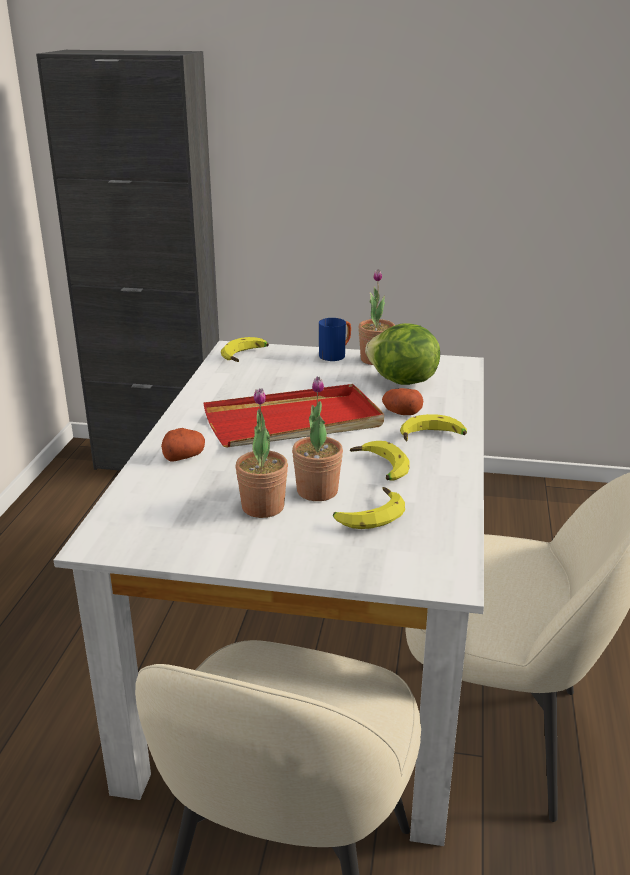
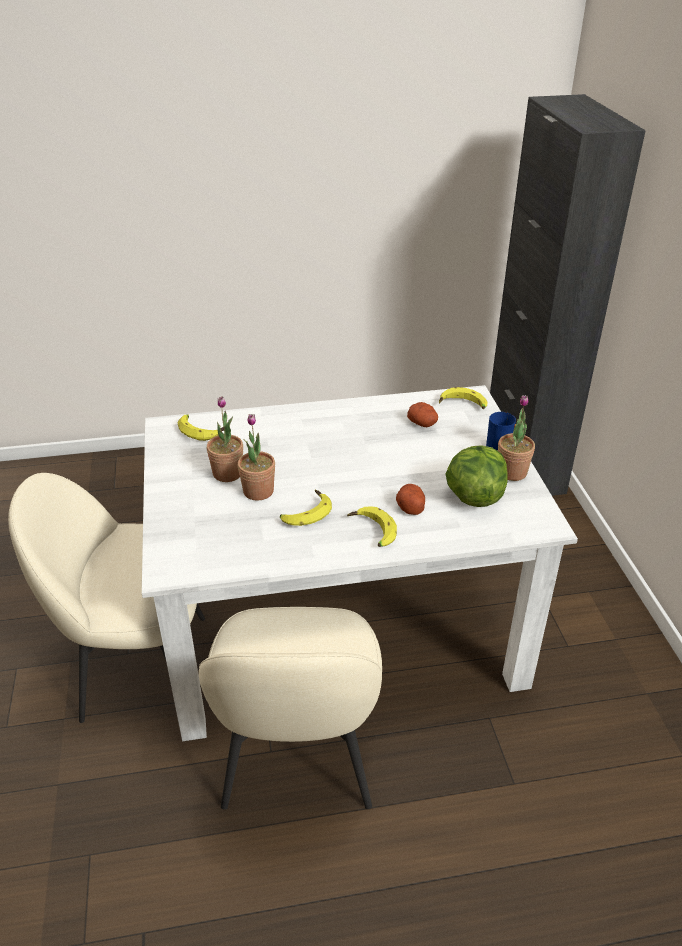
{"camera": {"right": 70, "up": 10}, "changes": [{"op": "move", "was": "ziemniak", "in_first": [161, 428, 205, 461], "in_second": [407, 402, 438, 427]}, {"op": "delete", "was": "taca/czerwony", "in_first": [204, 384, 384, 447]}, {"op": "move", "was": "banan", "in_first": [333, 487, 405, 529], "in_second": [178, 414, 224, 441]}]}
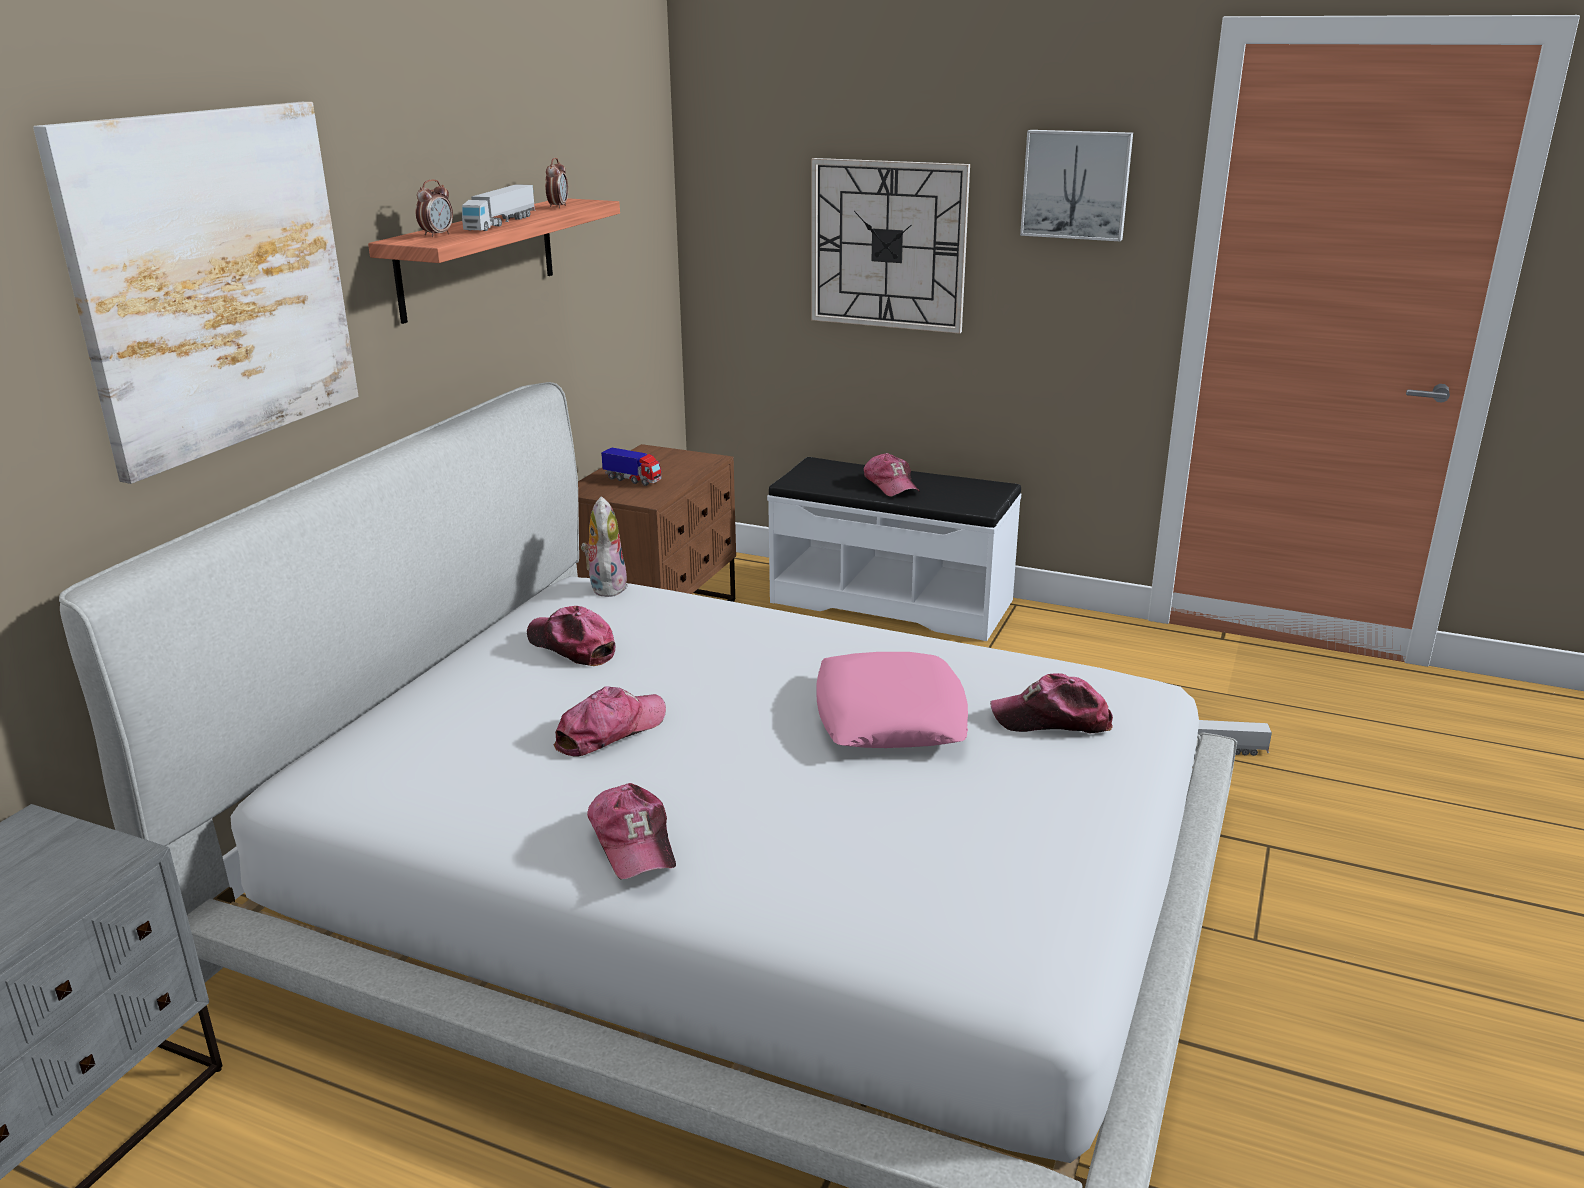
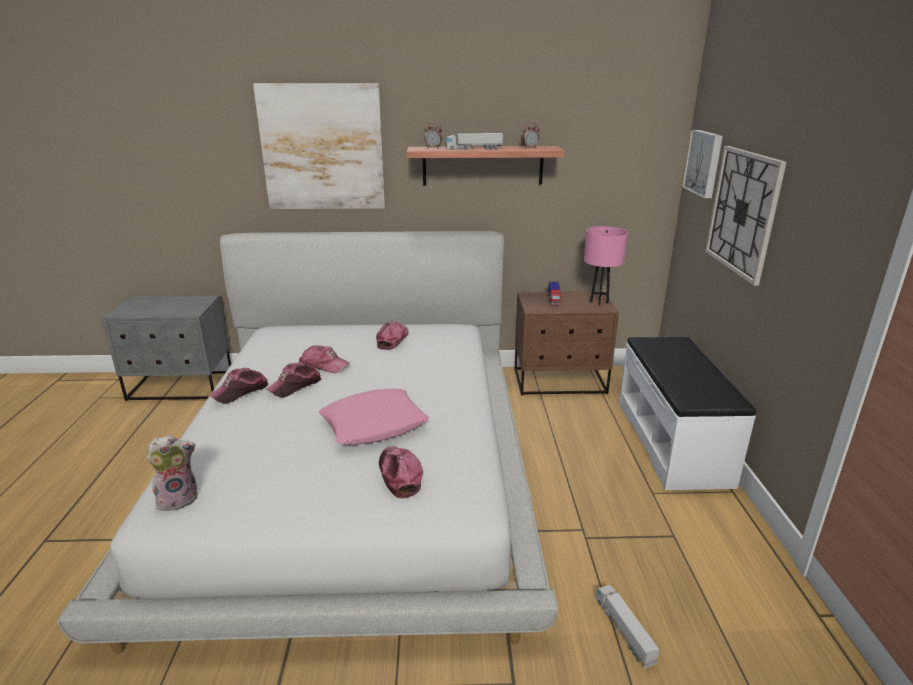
{"camera": {"right": 65, "up": 0}, "changes": [{"op": "move", "was": "pluszak", "in_first": [581, 496, 628, 597], "in_second": [147, 435, 198, 511]}, {"op": "move", "was": "czapka z daszkiem", "in_first": [864, 453, 920, 497], "in_second": [266, 362, 322, 398]}, {"op": "move", "was": "obraz", "in_first": [1020, 130, 1133, 241], "in_second": [682, 130, 723, 199]}, {"op": "insert", "now": "lampa stołowa/różowy", "in_second": [584, 226, 628, 306]}]}
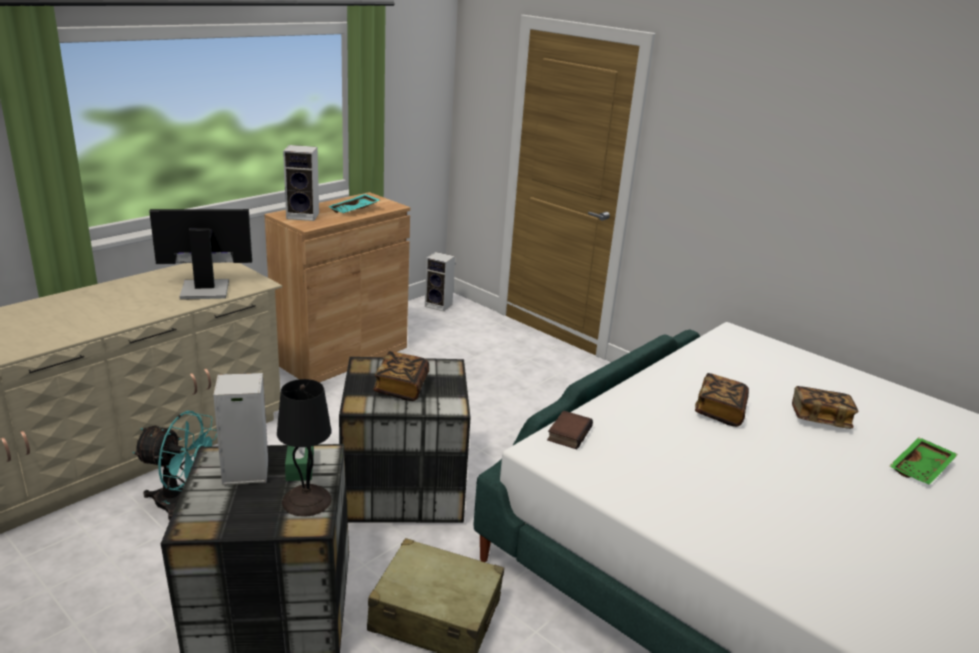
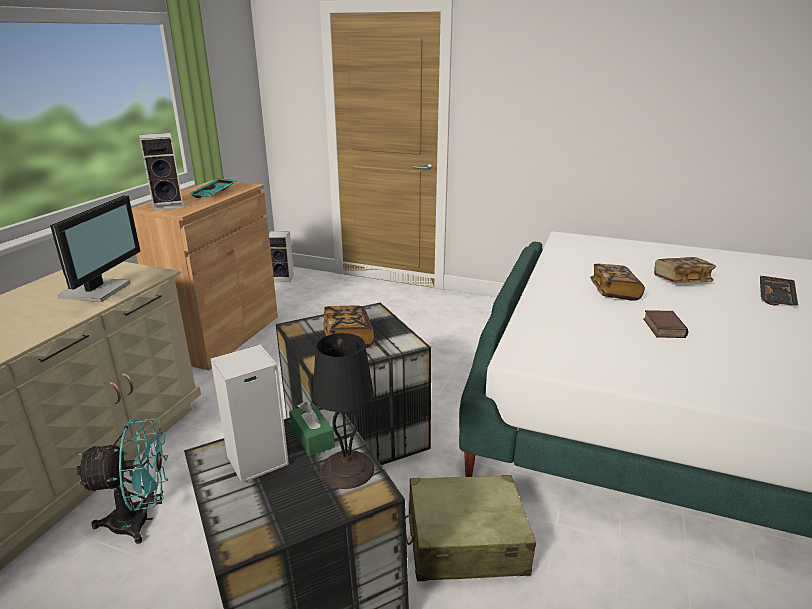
{"camera": {"right": -20, "up": 0}, "changes": [{"op": "rotate", "was": "monitor", "in_first": [149, 209, 252, 300], "in_second": [50, 196, 141, 302], "clockwise": 135}, {"op": "move", "was": "książka", "in_first": [547, 411, 593, 449], "in_second": [643, 310, 688, 338]}, {"op": "recolor", "was": "taca/zielony", "now": "taca/czarny", "in_first": [889, 437, 958, 485], "in_second": [760, 276, 798, 306]}]}
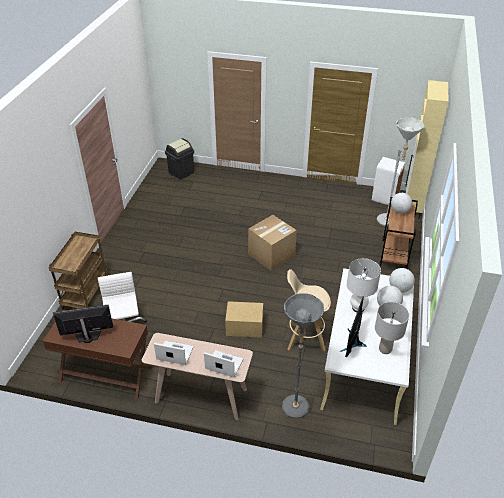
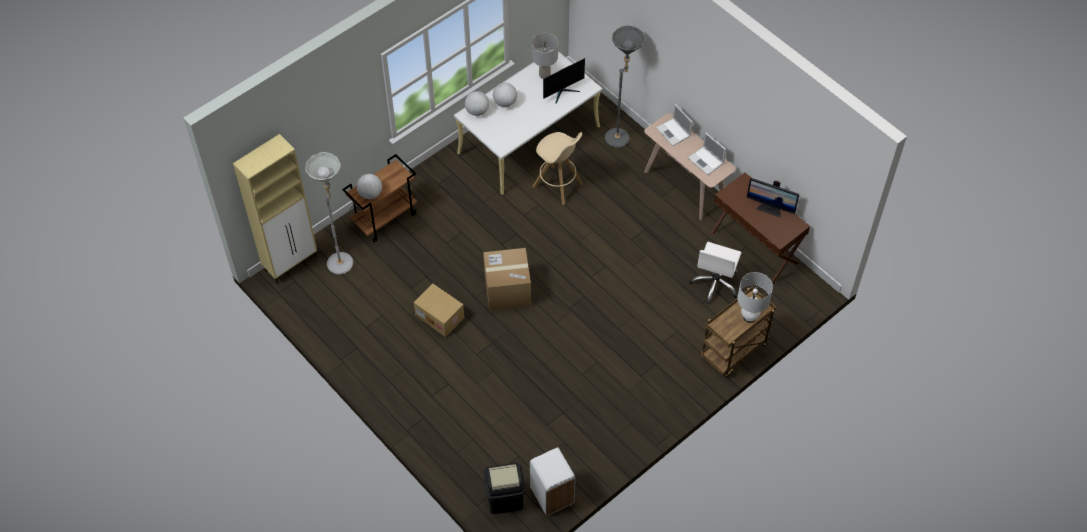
{"camera": {"right": -145, "up": 15}, "changes": [{"op": "move", "was": "karton", "in_first": [225, 301, 263, 338], "in_second": [414, 284, 464, 337]}, {"op": "move", "was": "lampa stołowa/biały", "in_first": [347, 258, 381, 312], "in_second": [737, 272, 773, 323]}, {"op": "move", "was": "kosz na śmieci/biały", "in_first": [372, 157, 406, 205], "in_second": [530, 447, 575, 516]}]}
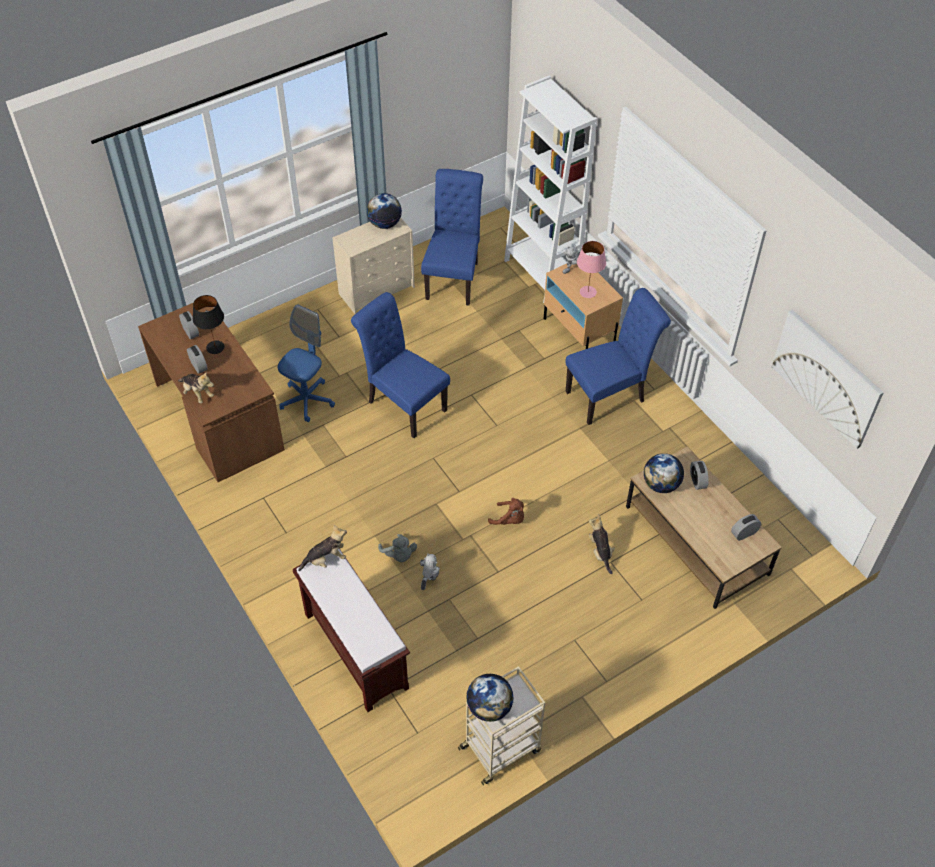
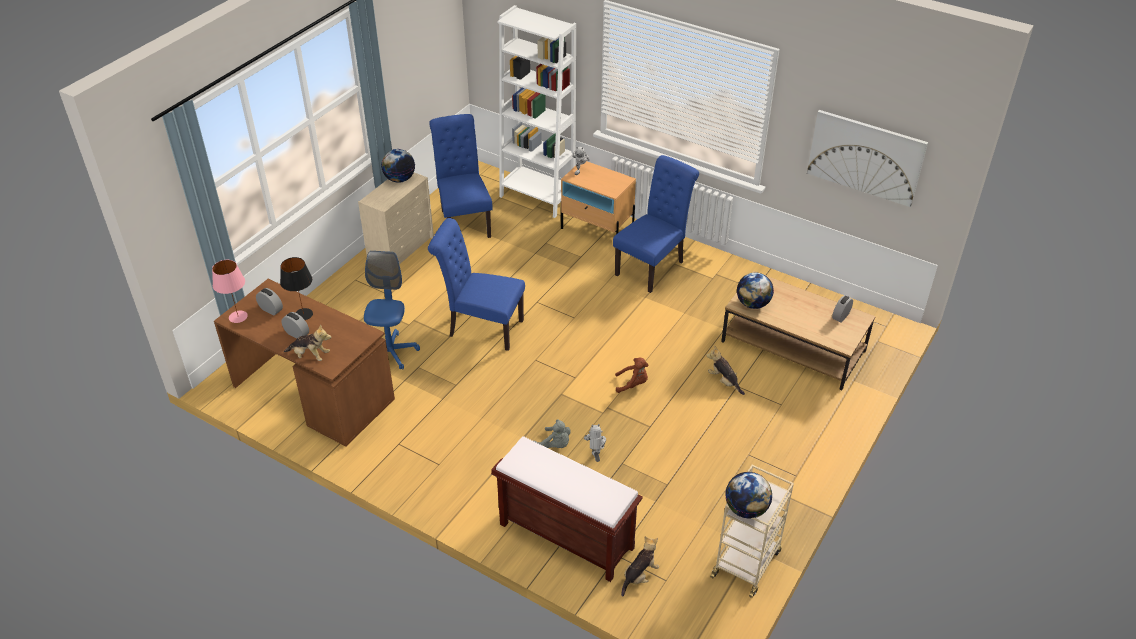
{"camera": {"right": -25, "up": -10}, "changes": [{"op": "move", "was": "pluszak", "in_first": [298, 525, 347, 571], "in_second": [621, 537, 659, 597]}, {"op": "move", "was": "lampa stołowa/różowy", "in_first": [577, 241, 606, 298], "in_second": [212, 260, 248, 323]}, {"op": "delete", "was": "budzik", "in_first": [690, 461, 709, 490]}]}
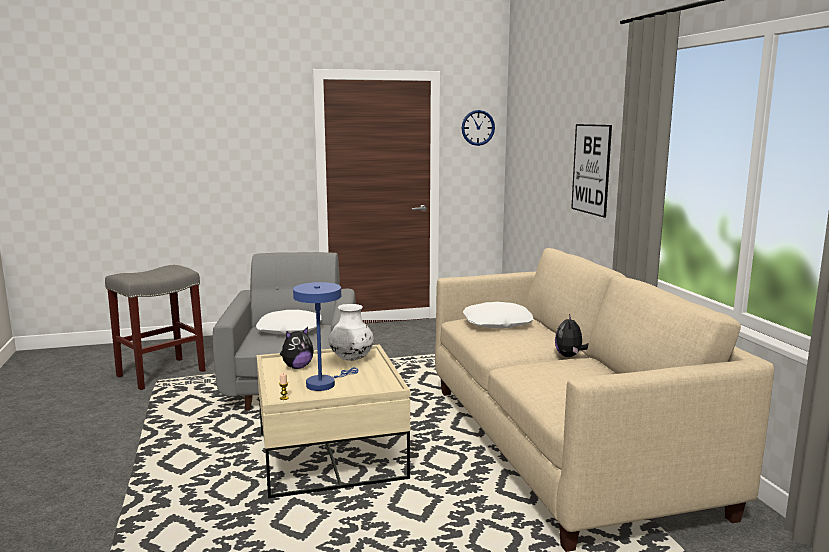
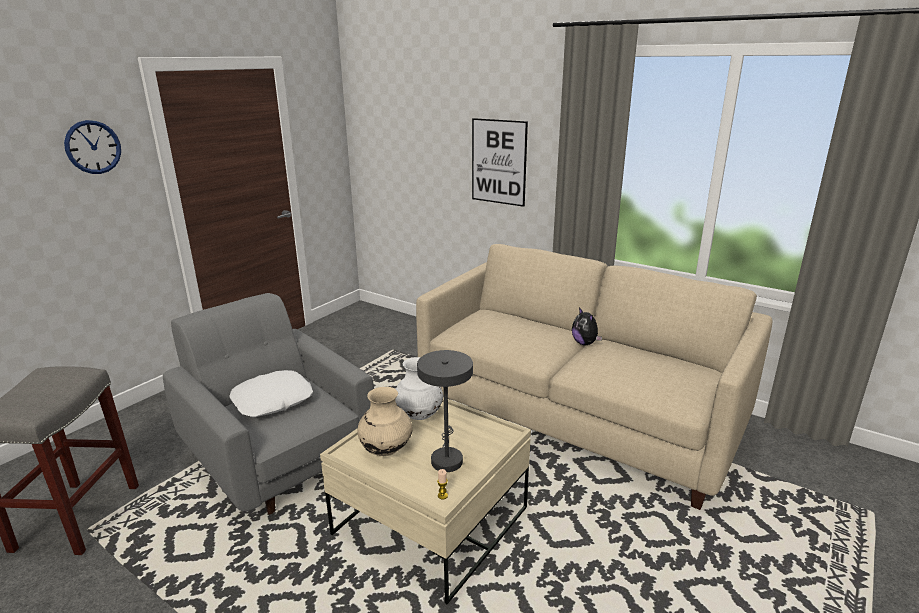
{"camera": {"right": -40, "up": 10}, "changes": [{"op": "replace", "was": "pluszak", "now": "wazon/beżowy", "in_first": [280, 327, 314, 369], "in_second": [357, 387, 413, 456]}, {"op": "recolor", "was": "lampa stołowa/niebieski", "now": "lampa stołowa/szary", "in_first": [293, 282, 359, 391], "in_second": [417, 350, 473, 472]}, {"op": "move", "was": "zegar ścienny", "in_first": [462, 110, 495, 146], "in_second": [64, 120, 121, 174]}, {"op": "delete", "was": "poduszka/biały", "in_first": [463, 302, 533, 328]}]}
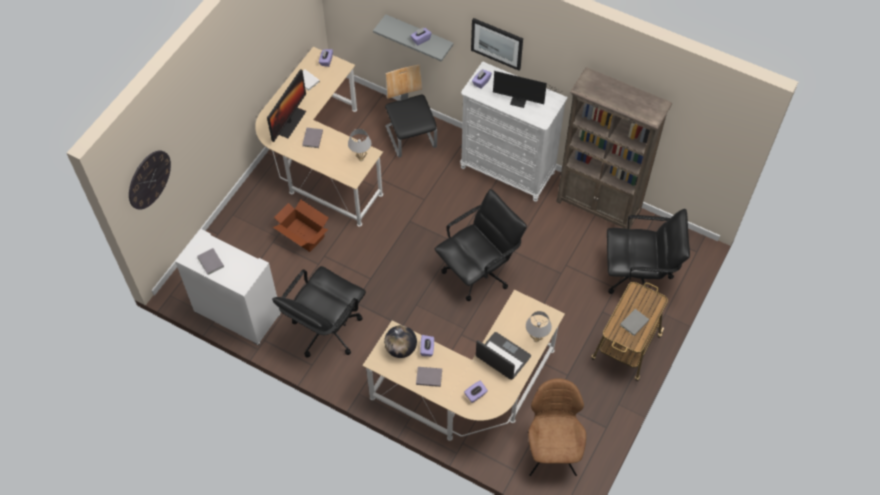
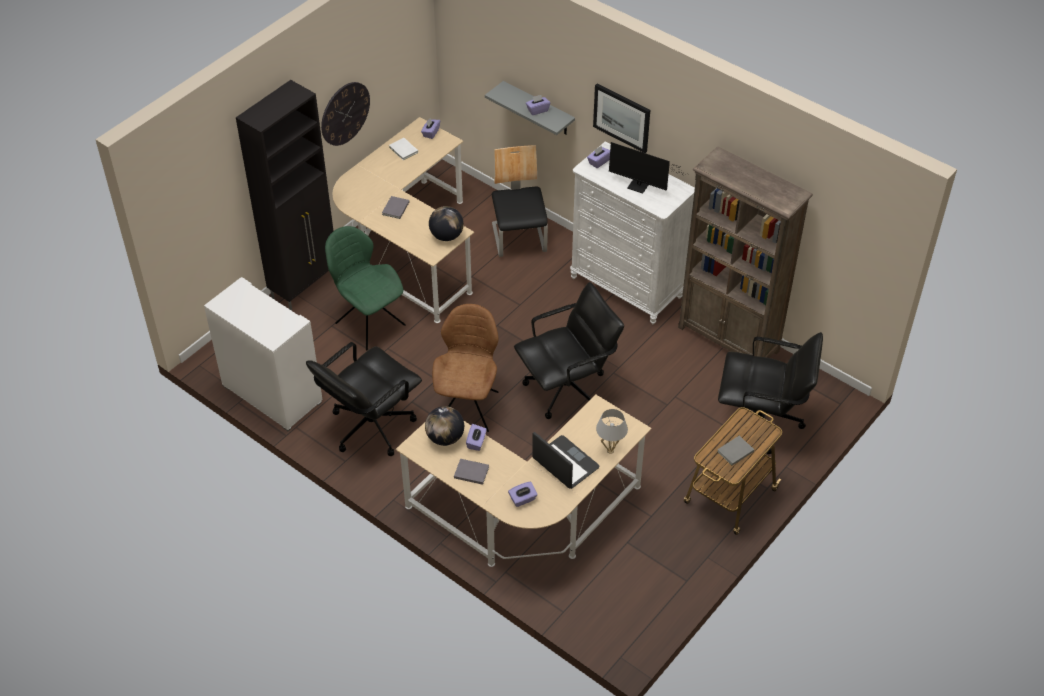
{"camera": {"right": 10, "up": -10}, "changes": [{"op": "move", "was": "zegar ścienny", "in_first": [129, 150, 171, 210], "in_second": [321, 82, 370, 146]}, {"op": "delete", "was": "książka/szary", "in_first": [197, 248, 224, 275]}, {"op": "delete", "was": "monitor", "in_first": [267, 69, 306, 142]}, {"op": "replace", "was": "karton", "now": "krzesło/zielony", "in_first": [273, 200, 329, 252], "in_second": [325, 226, 406, 350]}, {"op": "replace", "was": "lampa stołowa/biały", "now": "globus", "in_first": [348, 129, 371, 161], "in_second": [429, 206, 464, 241]}, {"op": "move", "was": "krzesło/brązowy", "in_first": [527, 378, 586, 476], "in_second": [432, 304, 499, 432]}, {"op": "insert", "now": "szafka/czarny", "in_second": [236, 80, 333, 310]}]}
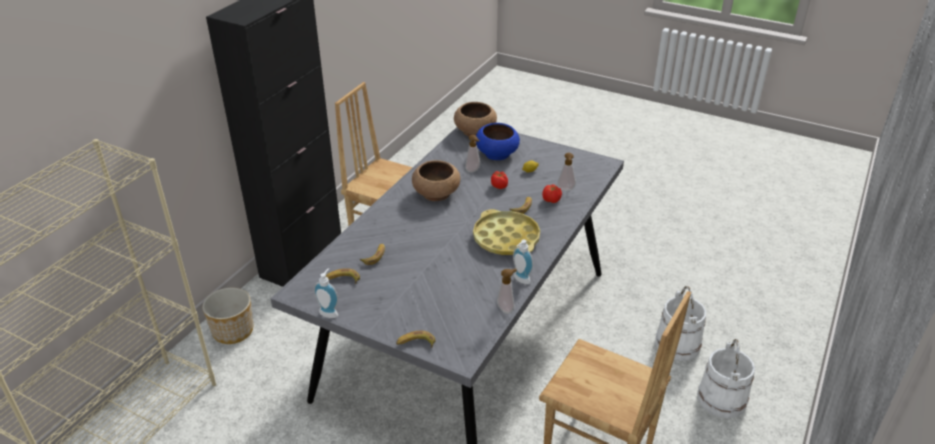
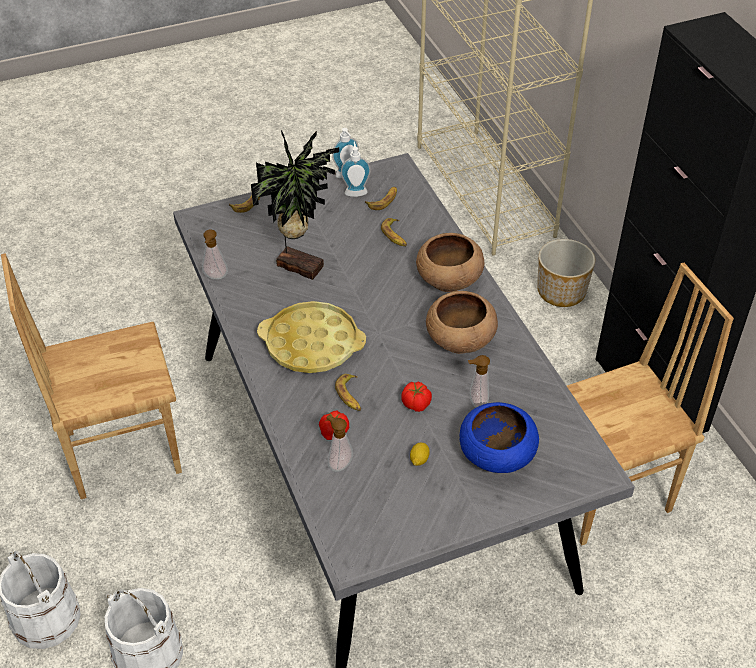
{"camera": {"right": 130, "up": 10}, "changes": [{"op": "move", "was": "miska/brązowy", "in_first": [454, 102, 497, 137], "in_second": [416, 233, 484, 292]}, {"op": "move", "was": "dozownik mydła", "in_first": [513, 240, 533, 284], "in_second": [341, 141, 371, 197]}, {"op": "insert", "now": "roślina doniczkowa", "in_second": [251, 130, 339, 280]}]}
